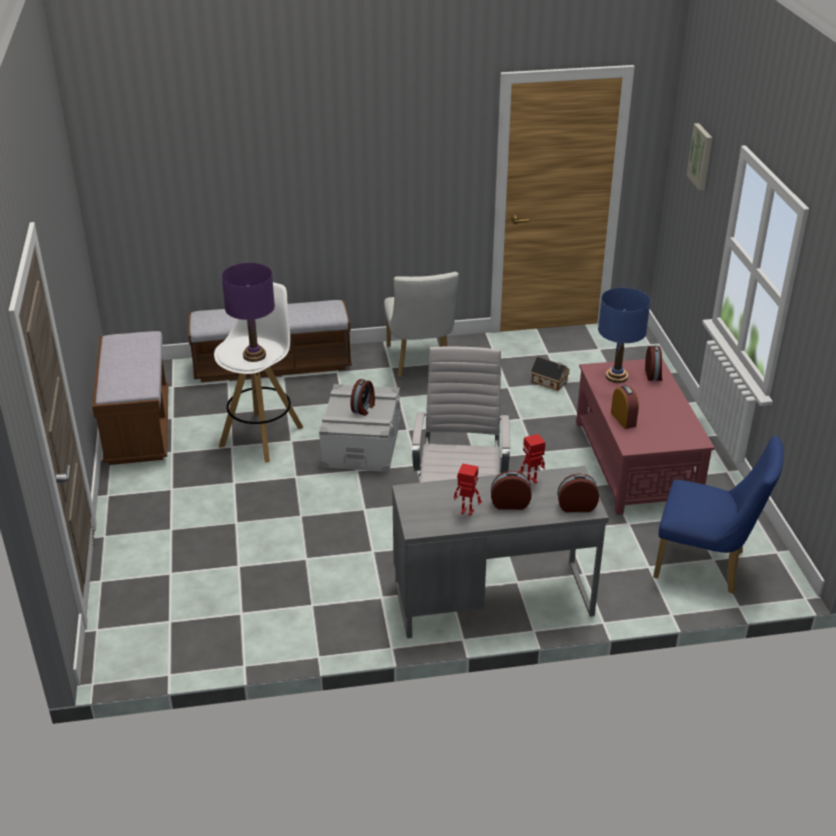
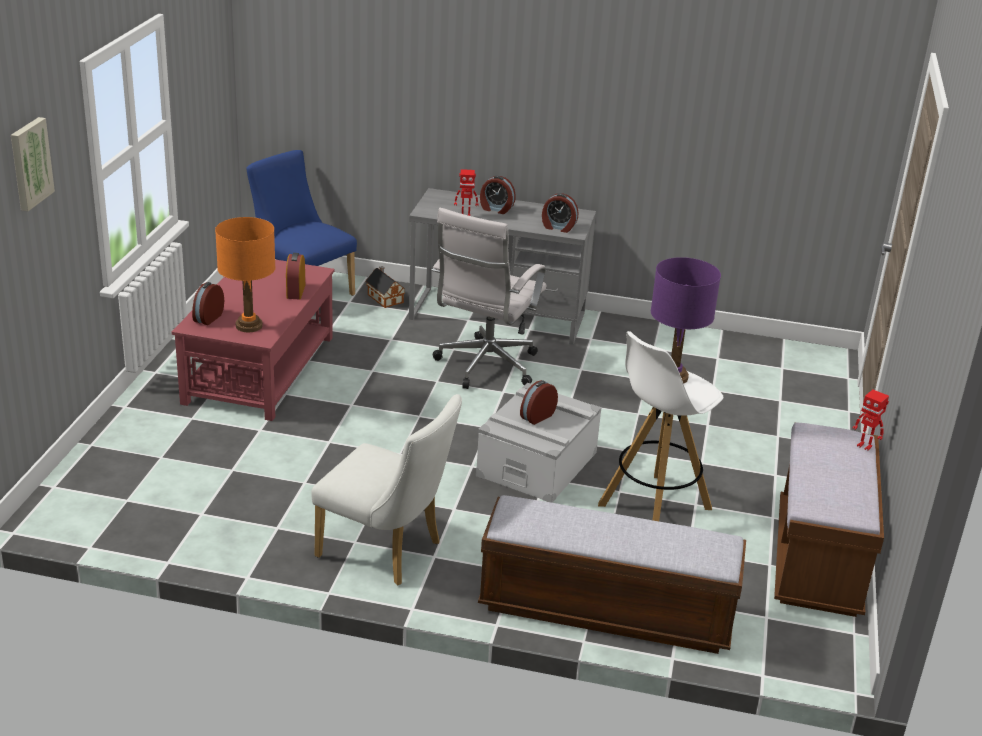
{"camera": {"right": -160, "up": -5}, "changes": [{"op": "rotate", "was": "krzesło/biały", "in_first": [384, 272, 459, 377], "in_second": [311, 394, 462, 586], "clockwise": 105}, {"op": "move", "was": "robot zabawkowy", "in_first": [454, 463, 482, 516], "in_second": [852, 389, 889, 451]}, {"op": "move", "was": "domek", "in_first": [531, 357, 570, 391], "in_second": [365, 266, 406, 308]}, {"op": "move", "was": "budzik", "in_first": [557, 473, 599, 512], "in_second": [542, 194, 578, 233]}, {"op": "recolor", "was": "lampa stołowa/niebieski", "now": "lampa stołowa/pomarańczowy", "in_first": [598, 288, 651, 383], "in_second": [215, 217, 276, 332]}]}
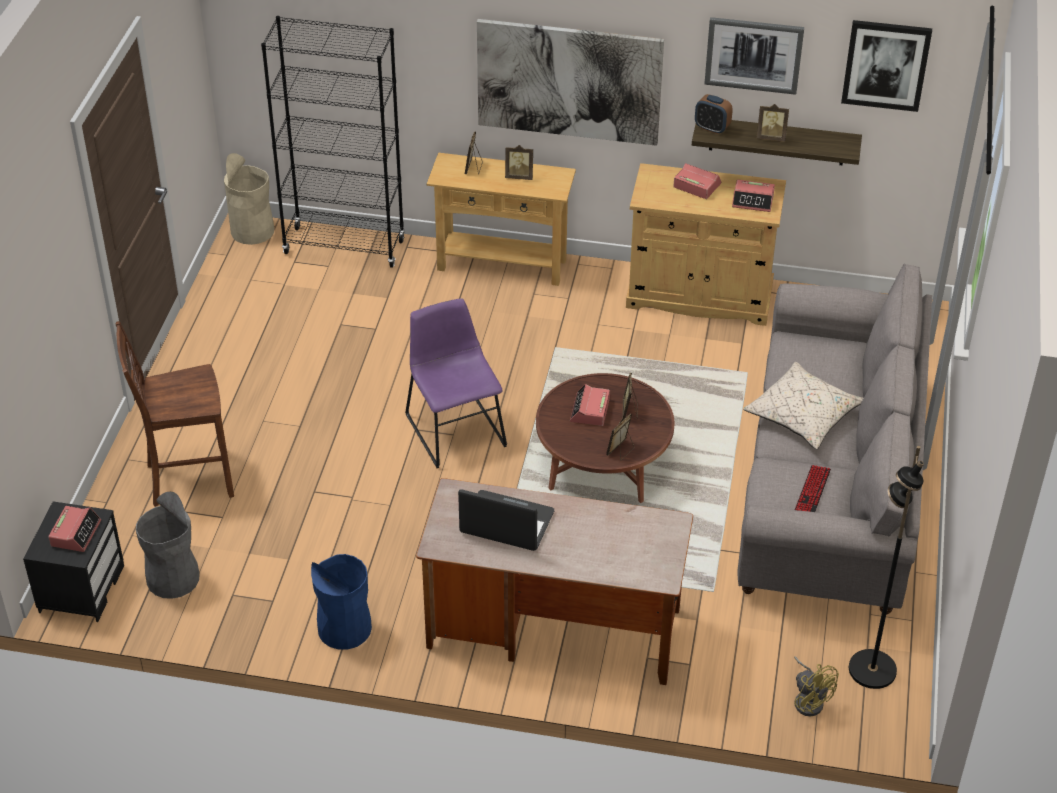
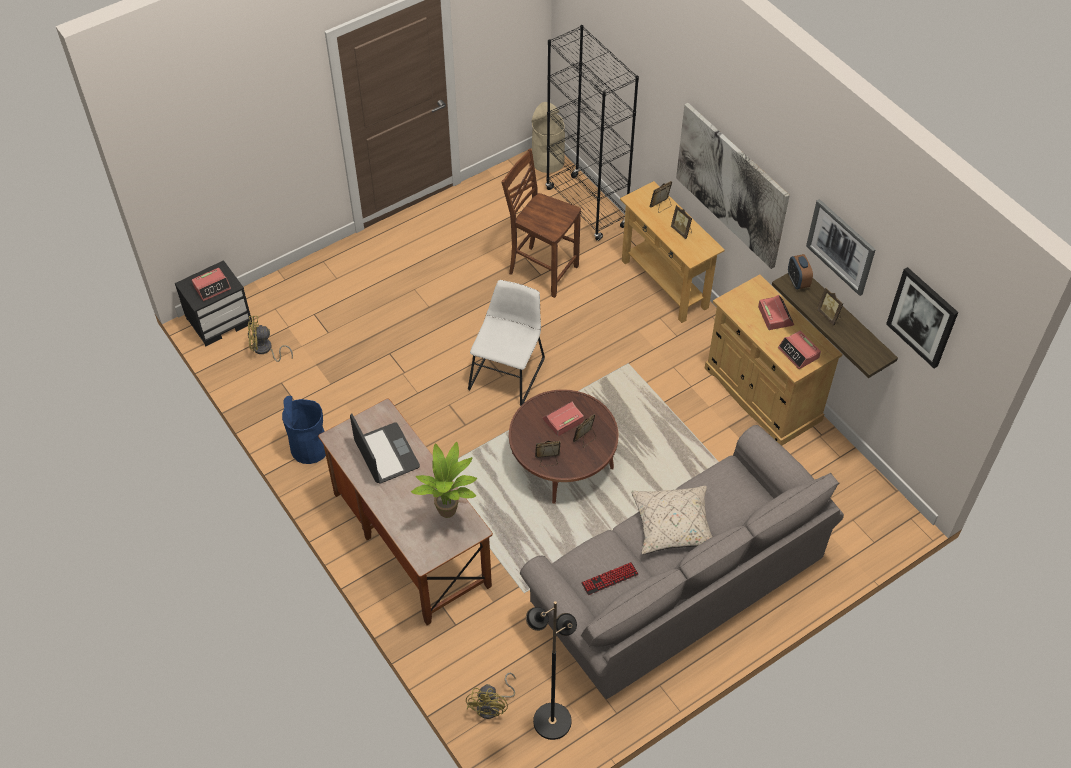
{"camera": {"right": 45, "up": 10}, "changes": [{"op": "move", "was": "krzesło/brązowy", "in_first": [116, 321, 234, 507], "in_second": [502, 149, 581, 298]}, {"op": "replace", "was": "kosz na śmieci/szary", "now": "wentylator/żółty", "in_first": [136, 492, 200, 599], "in_second": [248, 316, 293, 362]}, {"op": "recolor", "was": "krzesło/fioletowy", "now": "krzesło/biały", "in_first": [405, 298, 507, 468], "in_second": [468, 280, 545, 405]}, {"op": "insert", "now": "roślina doniczkowa", "in_second": [411, 442, 477, 518]}]}
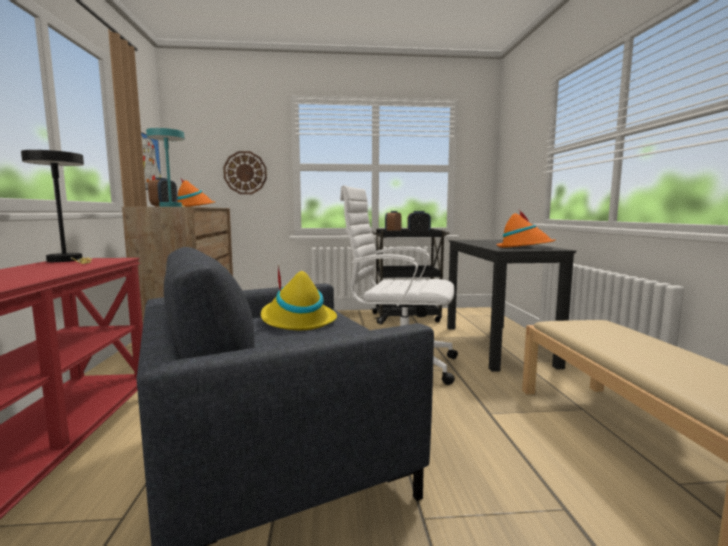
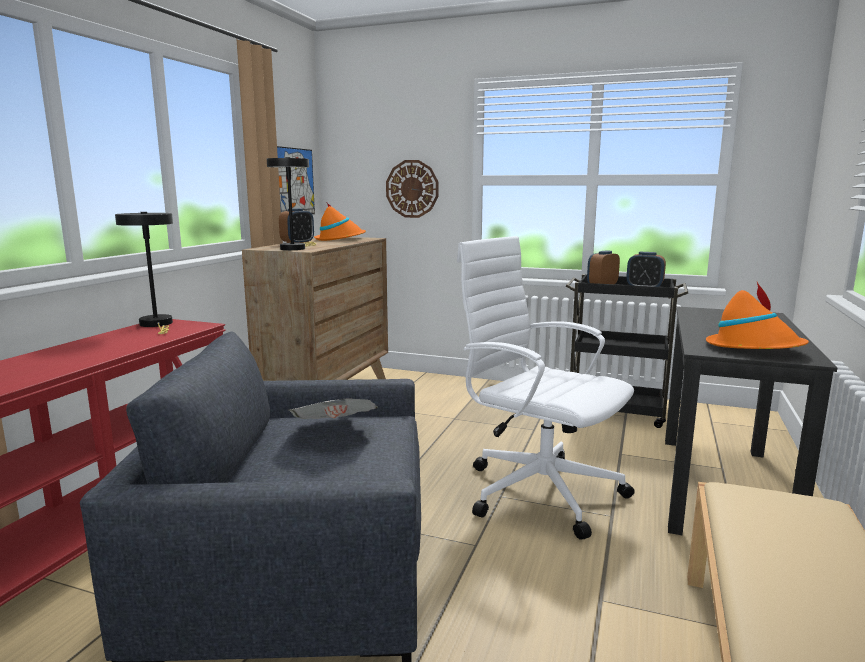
{"camera": {"right": 25, "up": 5}, "changes": [{"op": "recolor", "was": "lampa stołowa/turkusowy", "now": "lampa stołowa/czarny", "in_first": [146, 128, 185, 207], "in_second": [267, 157, 316, 250]}, {"op": "replace", "was": "kapelusz/żółty", "now": "gazeta", "in_first": [261, 265, 337, 330], "in_second": [289, 398, 378, 419]}]}
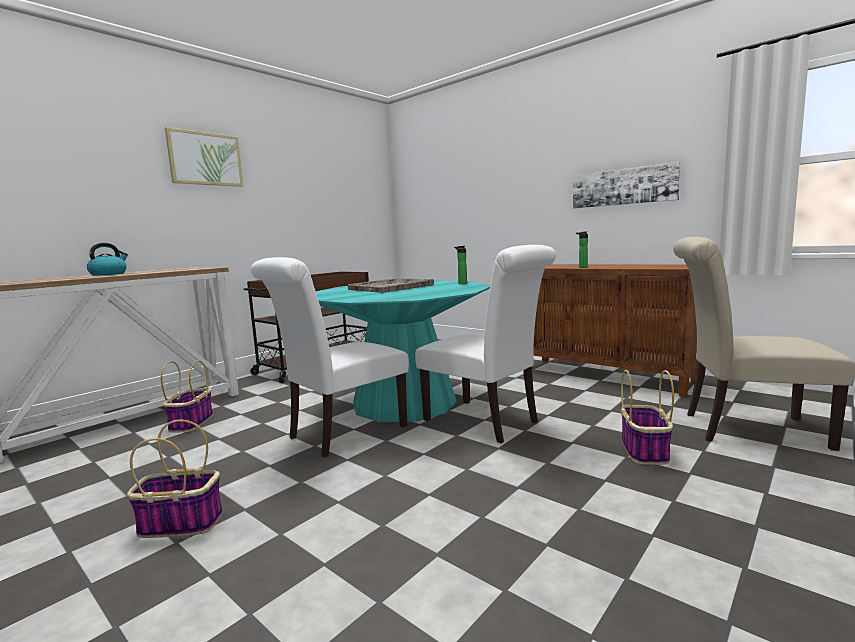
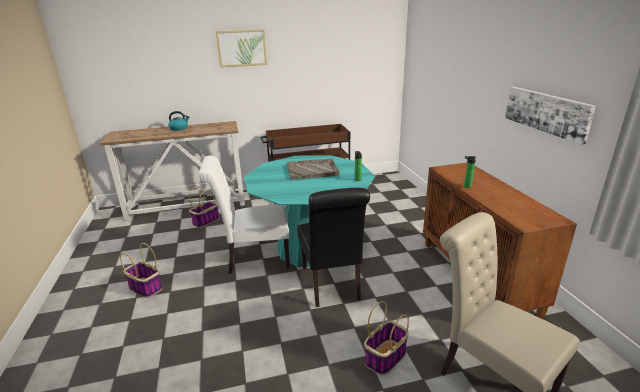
{"camera": {"right": 35, "up": 15}, "changes": [{"op": "recolor", "was": "krzesło/biały", "now": "krzesło/czarny", "in_first": [415, 245, 556, 443], "in_second": [297, 188, 370, 307]}]}
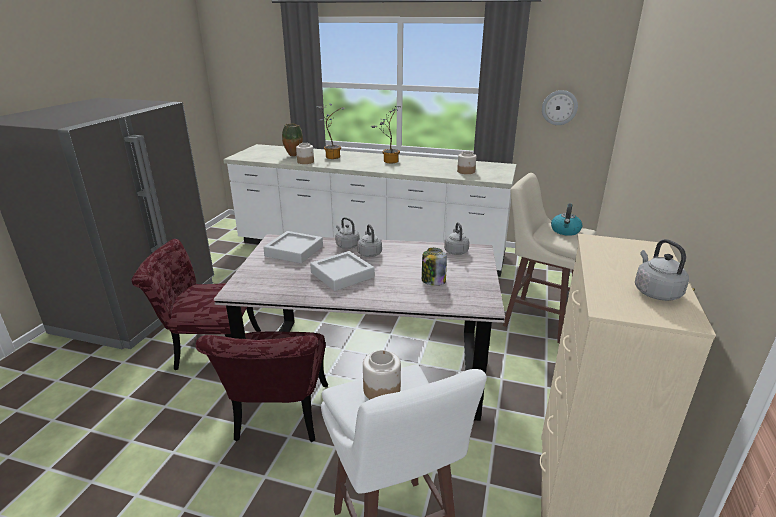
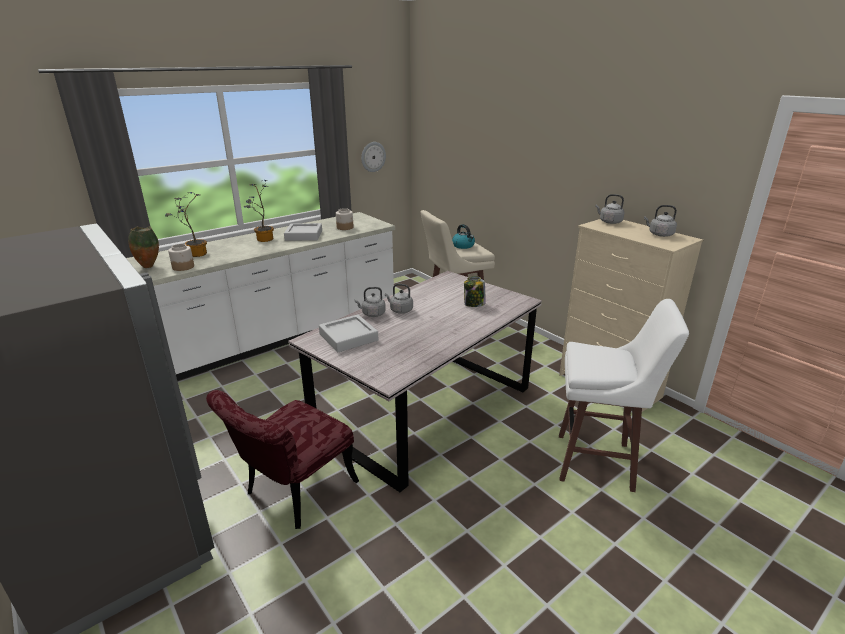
{"camera": {"right": -55, "up": 0}, "changes": [{"op": "delete", "was": "krzesło/czerwony", "in_first": [196, 332, 328, 442]}, {"op": "move", "was": "taca/szary", "in_first": [310, 251, 375, 291], "in_second": [284, 223, 322, 241]}, {"op": "delete", "was": "słoik", "in_first": [363, 350, 401, 399]}, {"op": "move", "was": "czajnik/szary", "in_first": [444, 222, 469, 255], "in_second": [596, 194, 624, 224]}]}
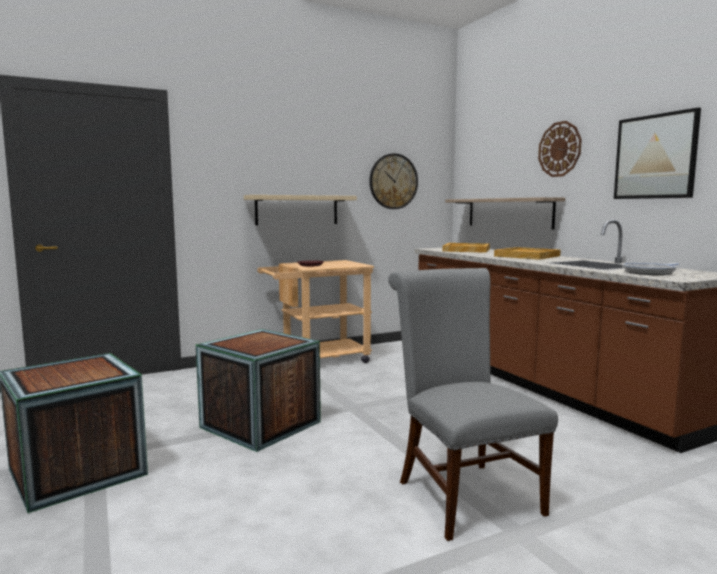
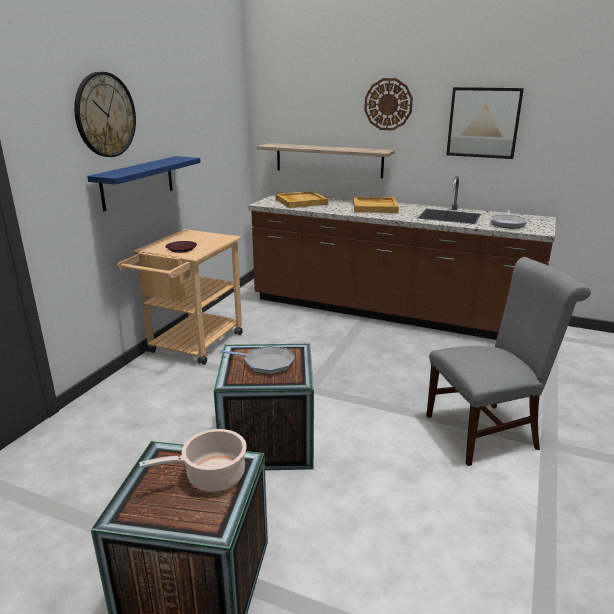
{"camera": {"right": -40, "up": 15}, "changes": [{"op": "recolor", "was": "półka/beżowy", "now": "półka/niebieski", "in_first": [244, 195, 357, 225], "in_second": [87, 156, 201, 211]}, {"op": "move", "was": "zegar ścienny", "in_first": [369, 153, 418, 209], "in_second": [74, 72, 136, 157]}, {"op": "rotate", "was": "krzesło/szary", "in_first": [388, 268, 558, 541], "in_second": [426, 257, 591, 466], "clockwise": 135}, {"op": "insert", "now": "garnek", "in_second": [139, 429, 247, 492]}, {"op": "insert", "now": "patelnia", "in_second": [220, 346, 295, 375]}]}
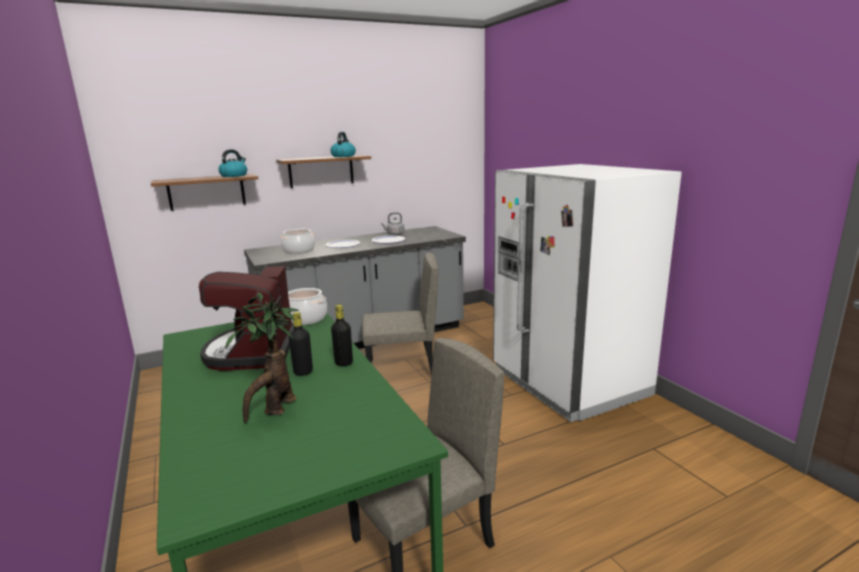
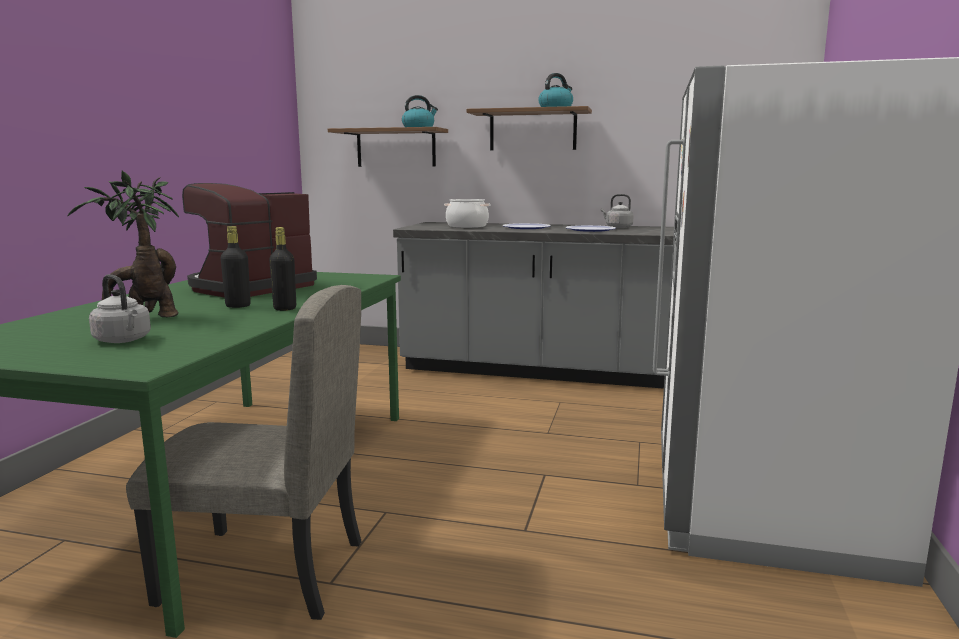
{"camera": {"right": 40, "up": -5}, "changes": [{"op": "delete", "was": "garnek", "in_first": [288, 288, 327, 325]}, {"op": "delete", "was": "krzesło/beżowy", "in_first": [362, 253, 438, 374]}, {"op": "insert", "now": "czajnik/szary", "in_second": [89, 274, 151, 343]}]}
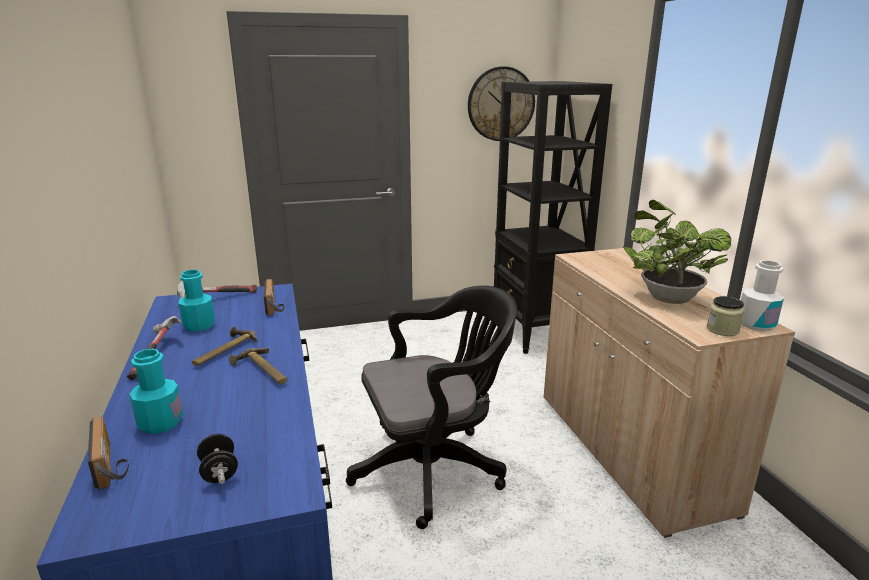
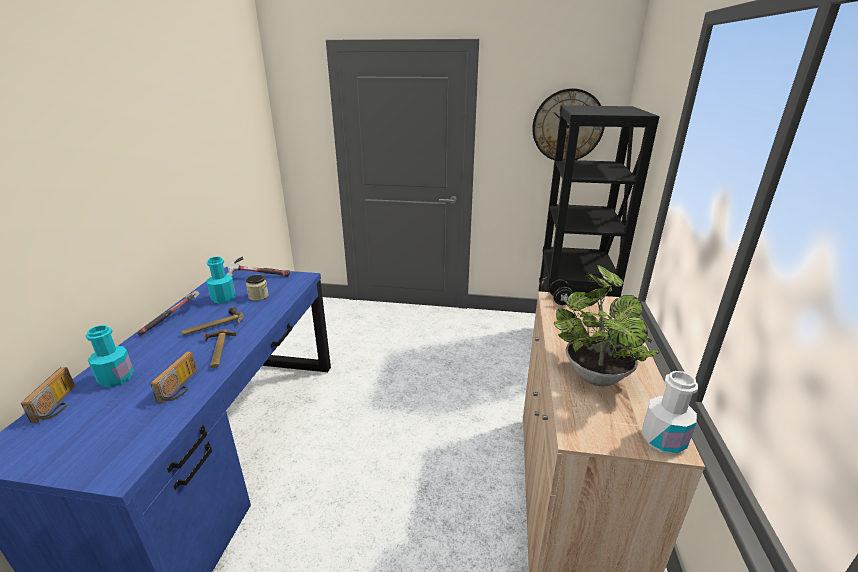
{"camera": {"right": 25, "up": 5}, "changes": [{"op": "move", "was": "hantel/czarny", "in_first": [197, 434, 238, 484], "in_second": [549, 280, 573, 305]}, {"op": "move", "was": "radio", "in_first": [264, 279, 284, 315], "in_second": [150, 352, 197, 403]}, {"op": "delete", "was": "krzesło biurowe/czarny", "in_first": [346, 286, 517, 529]}, {"op": "move", "was": "słoik", "in_first": [707, 296, 744, 336], "in_second": [246, 275, 269, 301]}]}
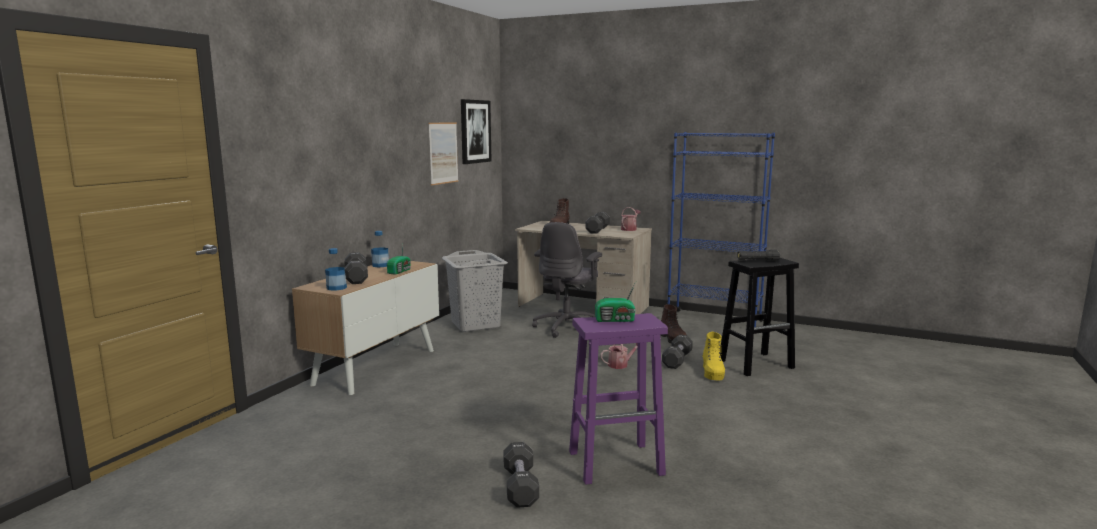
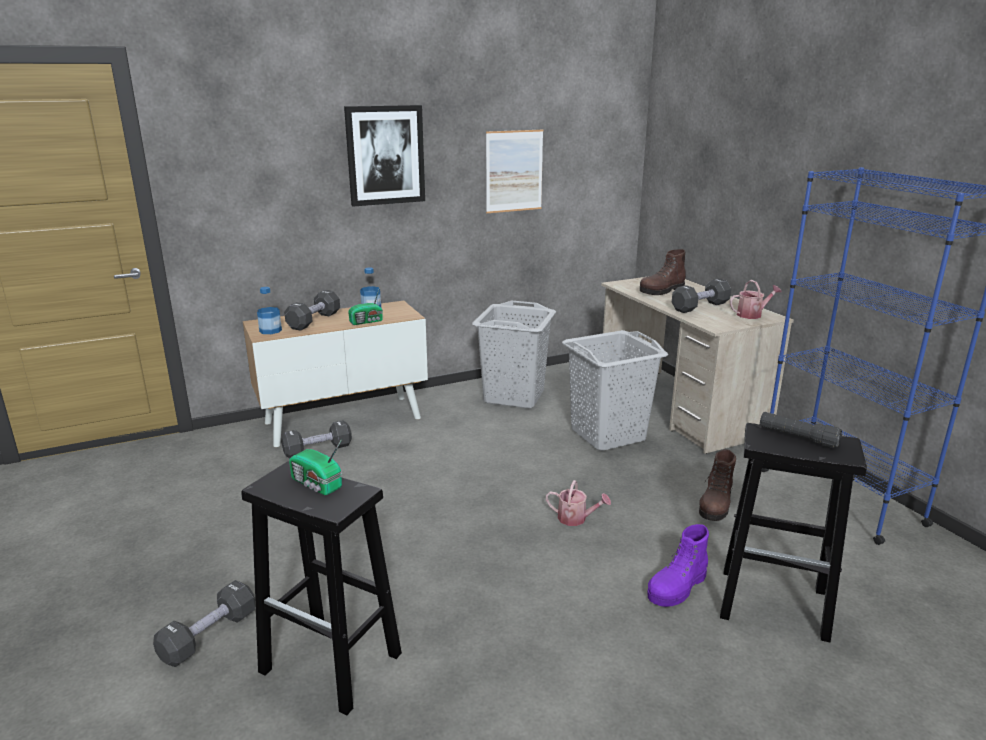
{"camera": {"right": 40, "up": 10}, "changes": [{"op": "move", "was": "obraz", "in_first": [461, 99, 491, 164], "in_second": [344, 105, 425, 207]}, {"op": "replace", "was": "krzesło biurowe/szary", "now": "kosz na pranie/szary", "in_first": [532, 222, 602, 338], "in_second": [562, 330, 668, 451]}, {"op": "recolor", "was": "stołek/fioletowy", "now": "stołek/czarny", "in_first": [569, 313, 668, 485], "in_second": [241, 461, 402, 715]}, {"op": "move", "was": "hantel/czarny", "in_first": [662, 334, 693, 369], "in_second": [281, 420, 352, 459]}, {"op": "recolor", "was": "but z cholewką/żółty", "now": "but z cholewką/fioletowy", "in_first": [703, 332, 725, 380], "in_second": [648, 524, 709, 607]}]}
